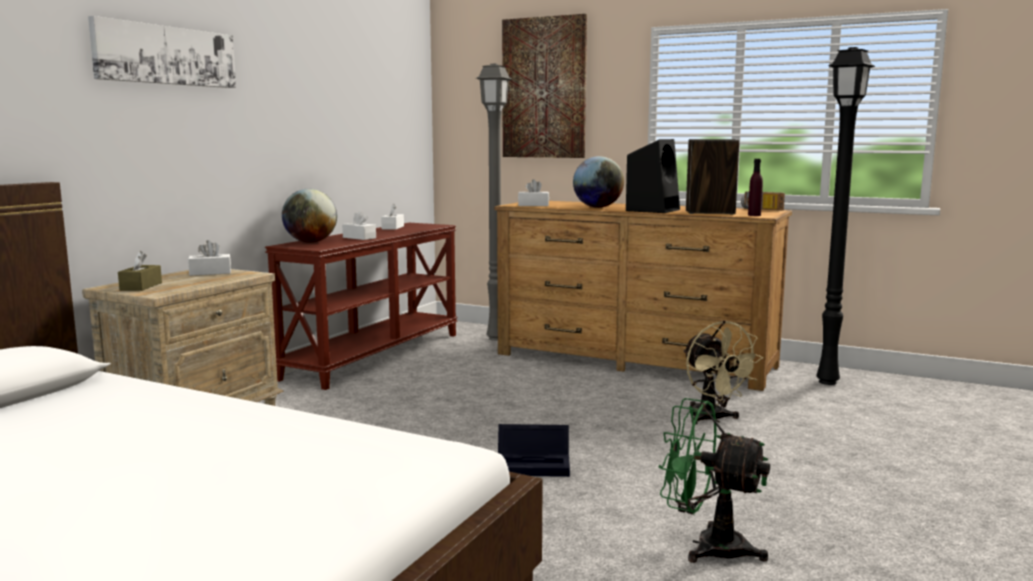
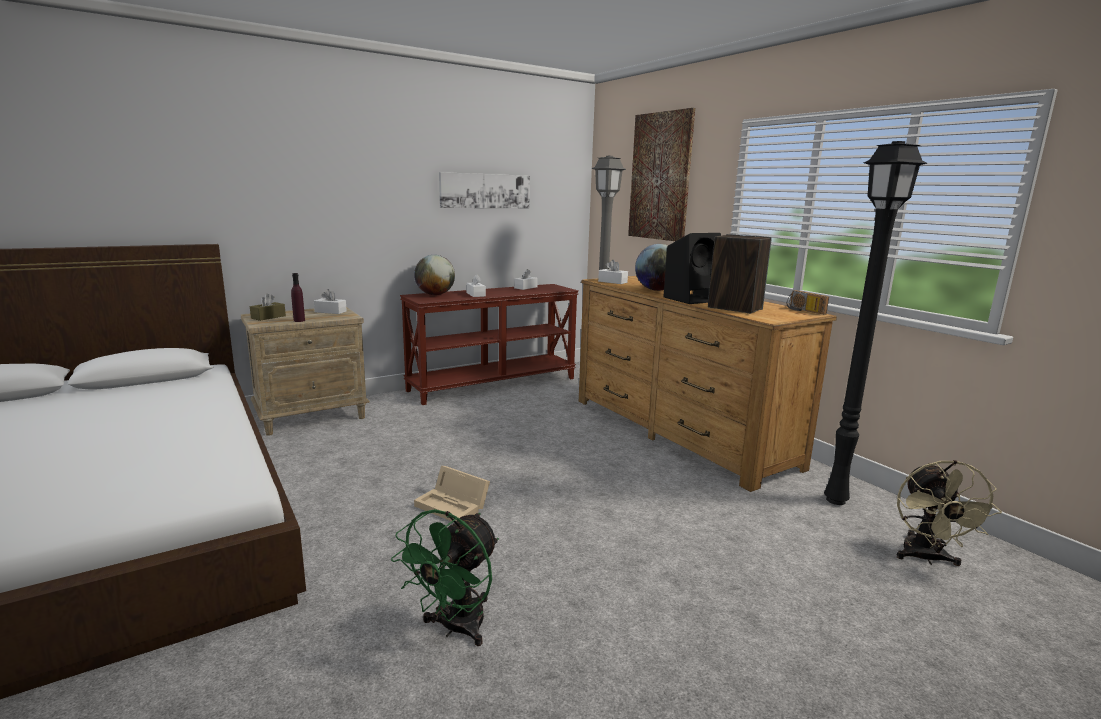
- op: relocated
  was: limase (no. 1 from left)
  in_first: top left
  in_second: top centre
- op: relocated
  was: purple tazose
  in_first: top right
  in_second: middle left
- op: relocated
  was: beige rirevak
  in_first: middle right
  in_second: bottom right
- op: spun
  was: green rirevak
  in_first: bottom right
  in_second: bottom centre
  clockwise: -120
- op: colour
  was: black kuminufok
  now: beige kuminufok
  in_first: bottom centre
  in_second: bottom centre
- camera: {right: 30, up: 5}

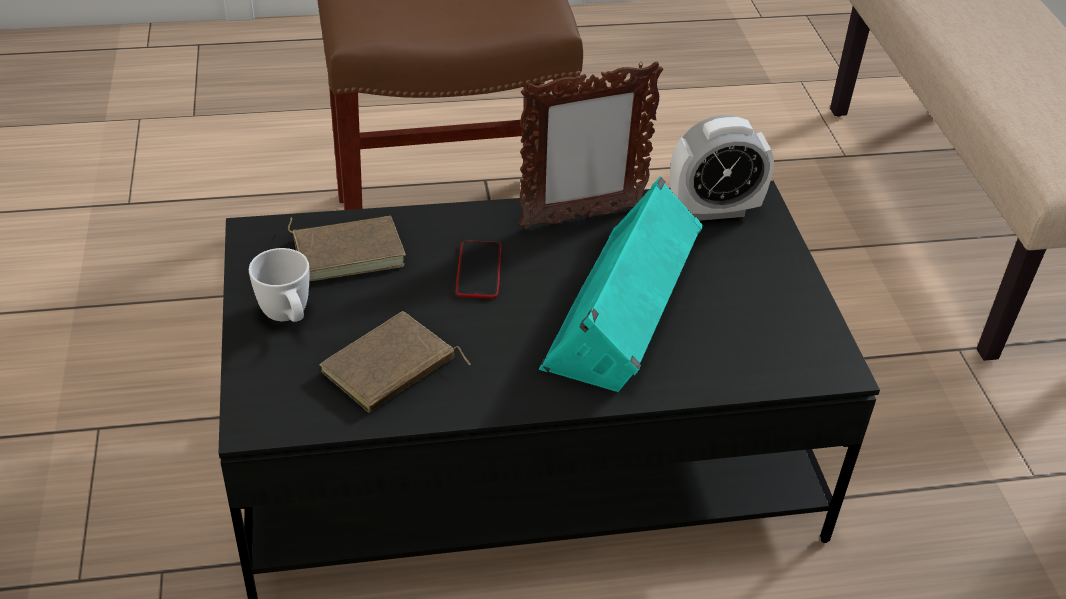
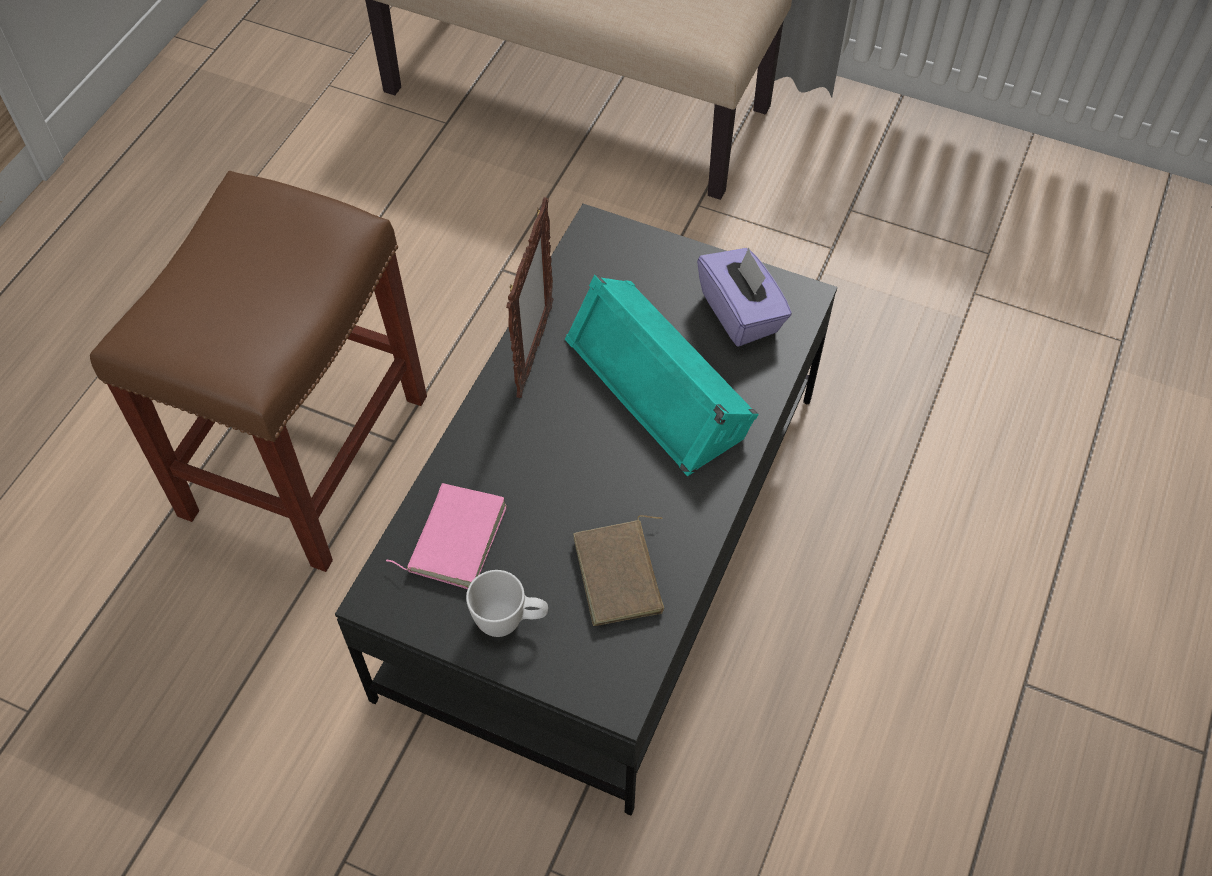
- op: missing
  was: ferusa
  in_first: top right
- op: colour
  was: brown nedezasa (no. 1 from left)
  now: pink nedezasa
  in_first: middle left
  in_second: centre
- op: missing
  was: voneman
  in_first: centre
- op: appeared
  now: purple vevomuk
  in_second: centre
- camera: {right: -55, up: 15}

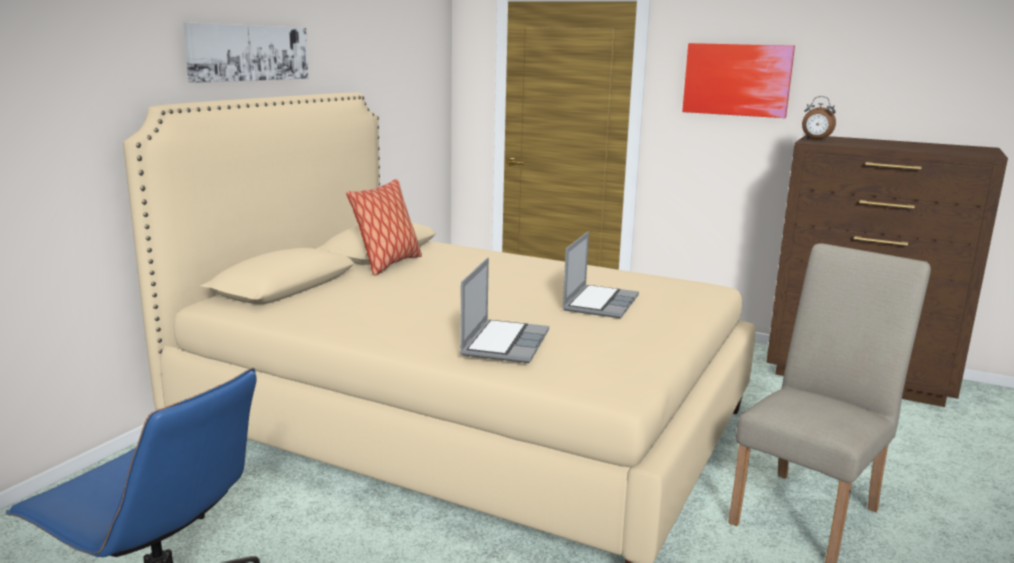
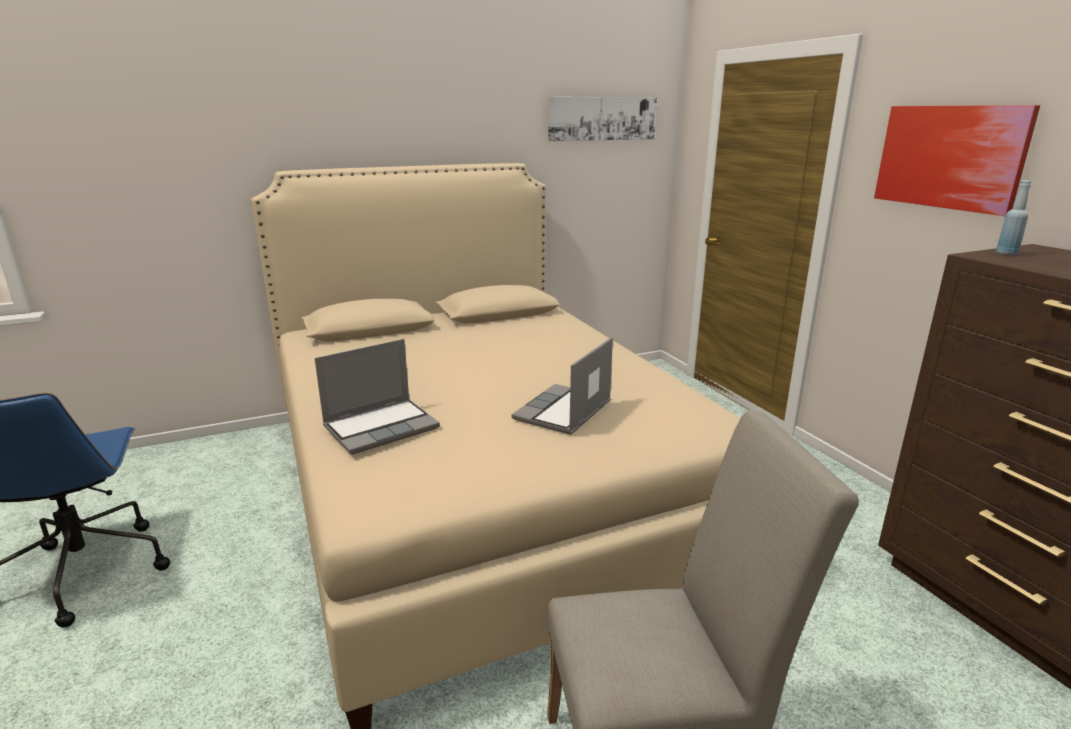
- op: relocated
  was: limase (no. 1 from left)
  in_first: top left
  in_second: top centre
- op: exchanged
  was: ferusa
  now: blue tazose
  in_first: top right
  in_second: top right
- op: missing
  was: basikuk
  in_first: centre
- op: spun
  was: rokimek (no. 2 from left)
  in_first: centre
  in_second: centre
  clockwise: 150
- camera: {right: 40, up: 5}

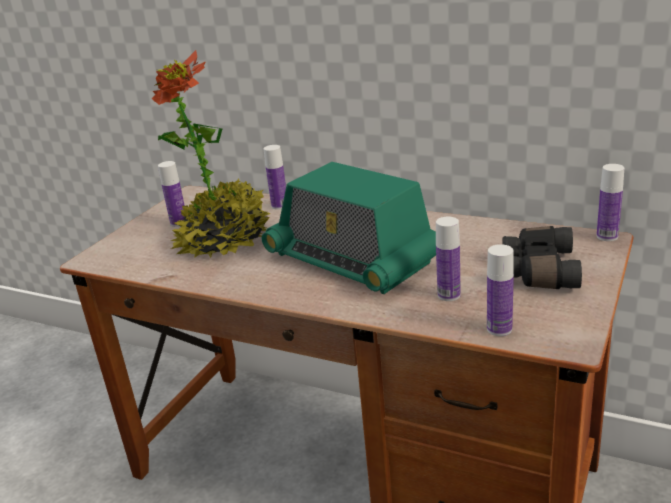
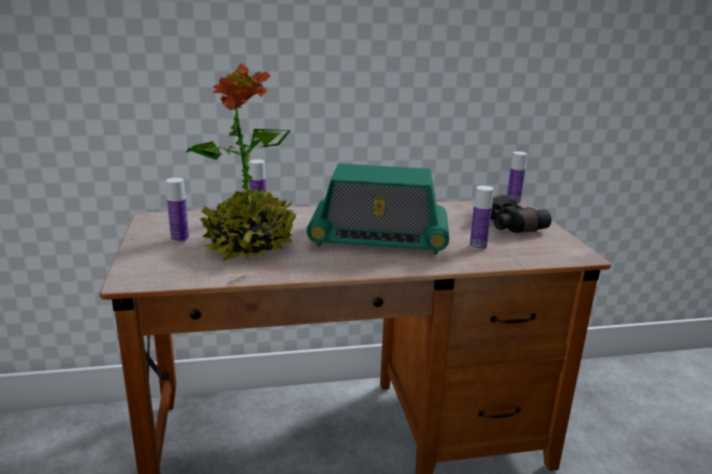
- op: missing
  was: tazose (no. 4 from left)
  in_first: middle right
- camera: {right: -40, up: -5}

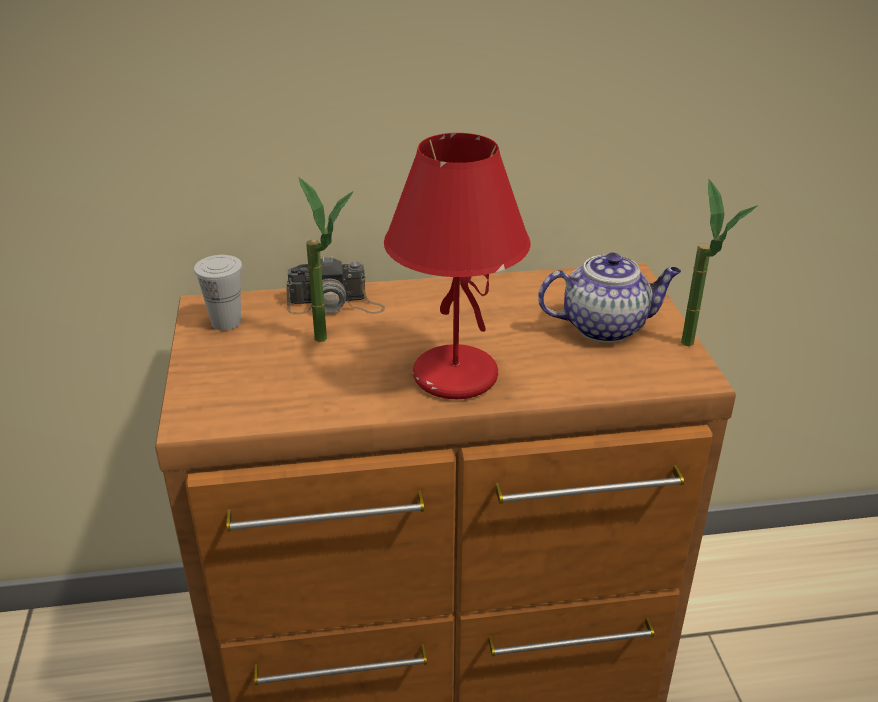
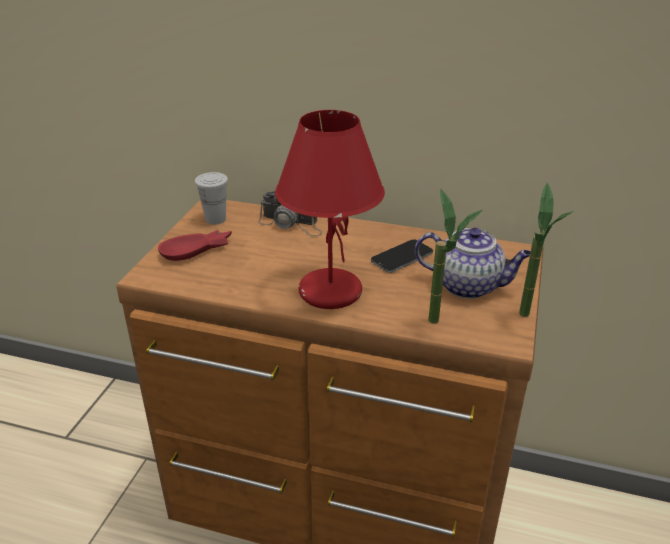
- op: relocated
  was: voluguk (no. 1 from left)
  in_first: centre
  in_second: middle right
- op: appeared
  now: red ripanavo
  in_second: middle left
- op: appeared
  now: voneman
  in_second: centre
- camera: {right: 25, up: 0}

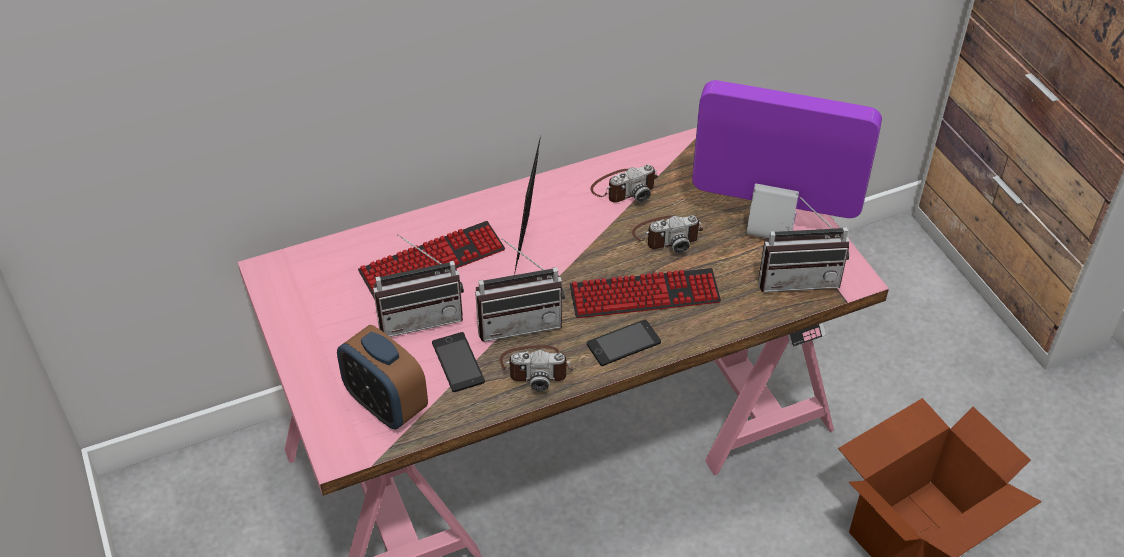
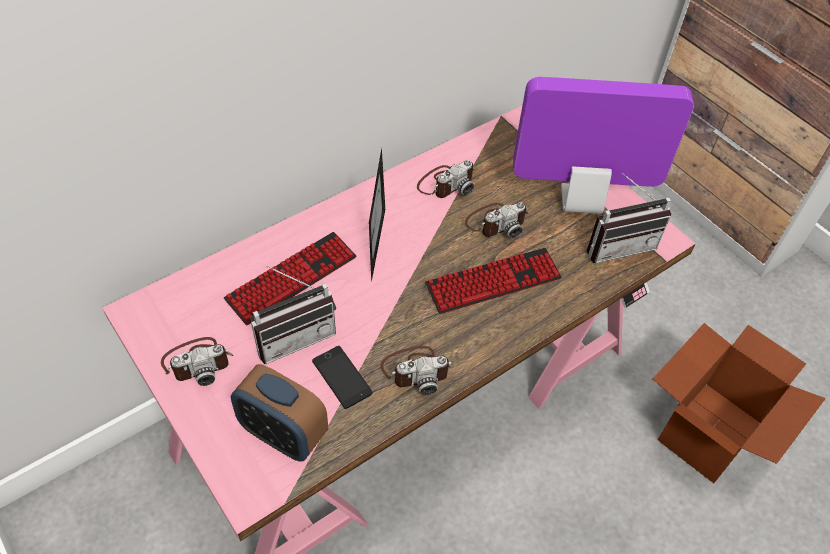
- op: missing
  was: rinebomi (no. 2 from left)
  in_first: centre
- op: missing
  was: voneman (no. 2 from left)
  in_first: centre
- op: appeared
  now: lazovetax (no. 1 from left)
  in_second: middle left
- camera: {right: -15, up: 5}

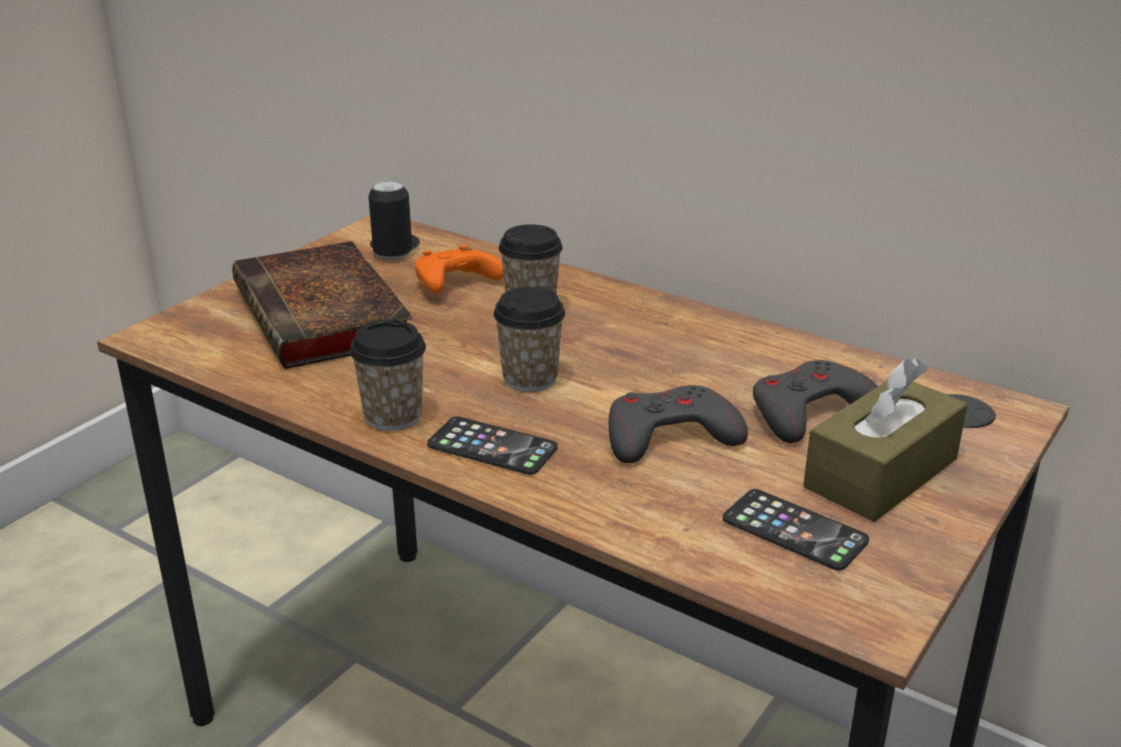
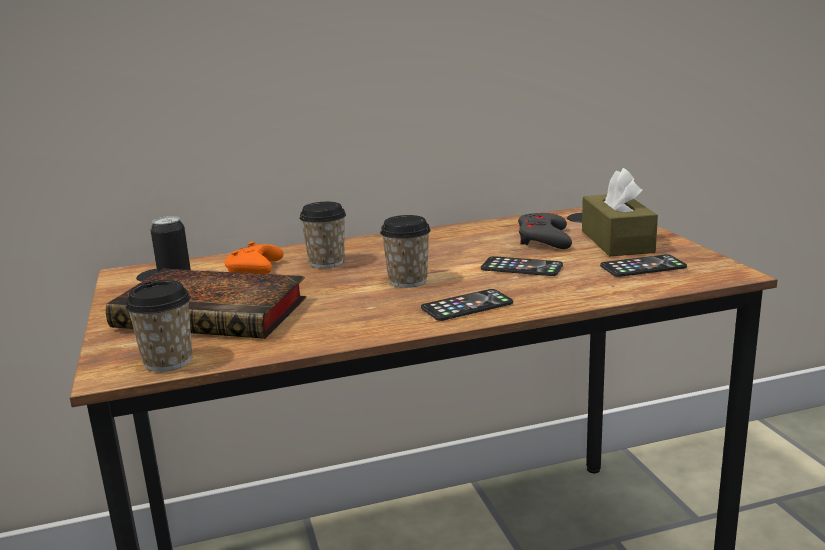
- op: relocated
  was: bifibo (no. 1 from left)
  in_first: centre
  in_second: middle left
- op: exchanged
  was: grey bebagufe (no. 1 from left)
  now: voneman (no. 2 from left)
  in_first: centre
  in_second: centre
- camera: {right: -50, up: -10}

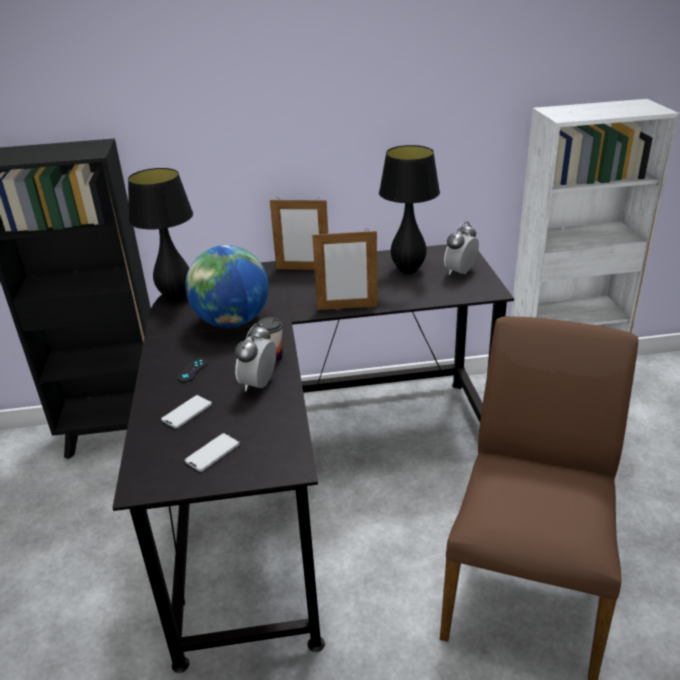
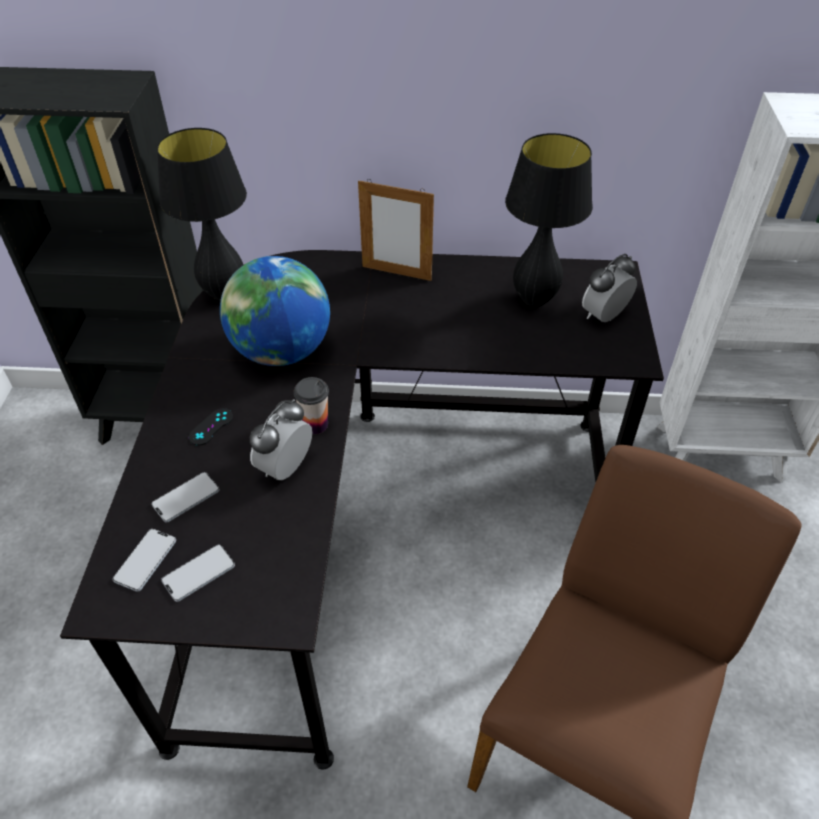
- op: missing
  was: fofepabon (no. 2 from left)
  in_first: centre
- op: appeared
  now: voneman (no. 1 from left)
  in_second: bottom left
- camera: {right: 10, up: 15}

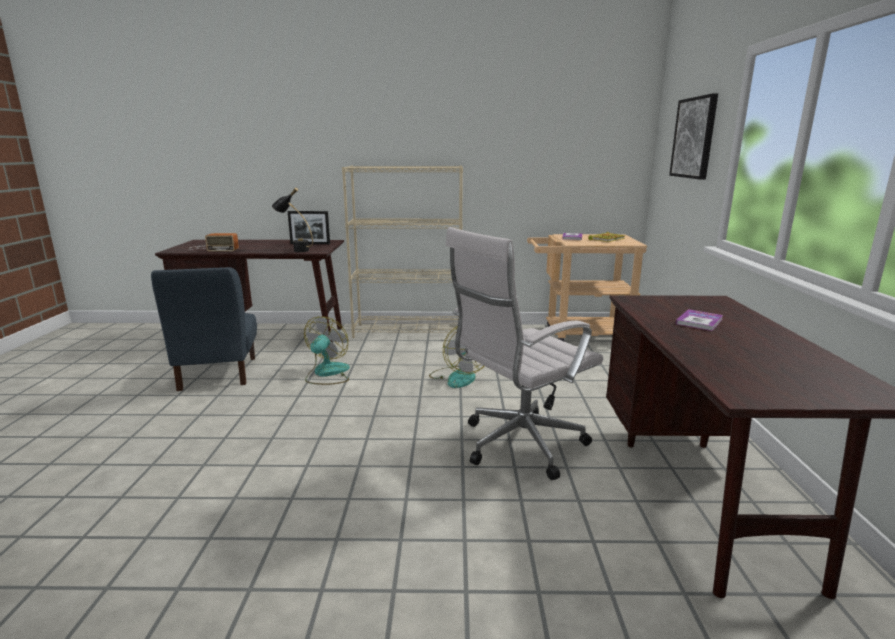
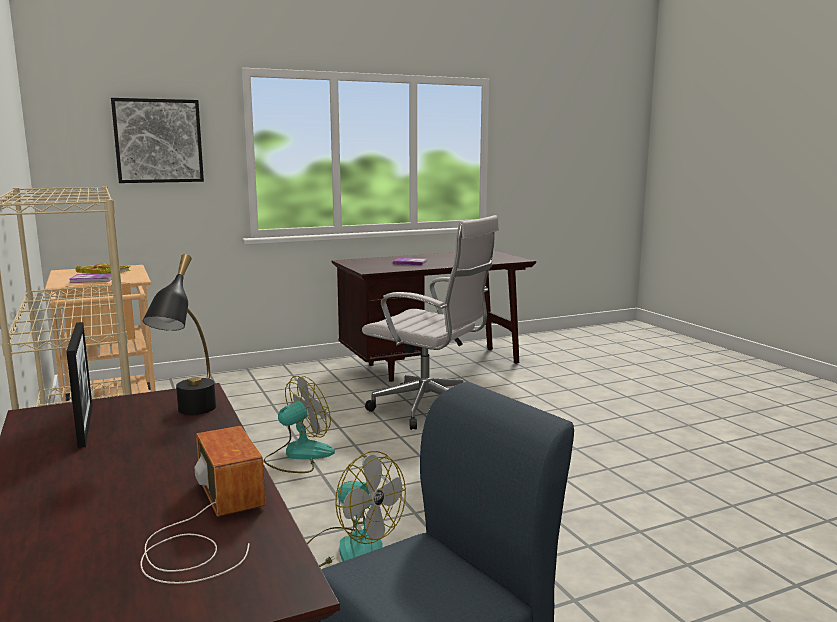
- op: spun
  was: rirevak (no. 1 from left in the first image)
  in_first: centre
  in_second: bottom centre
  clockwise: -135
- camera: {right: -115, up: -5}

